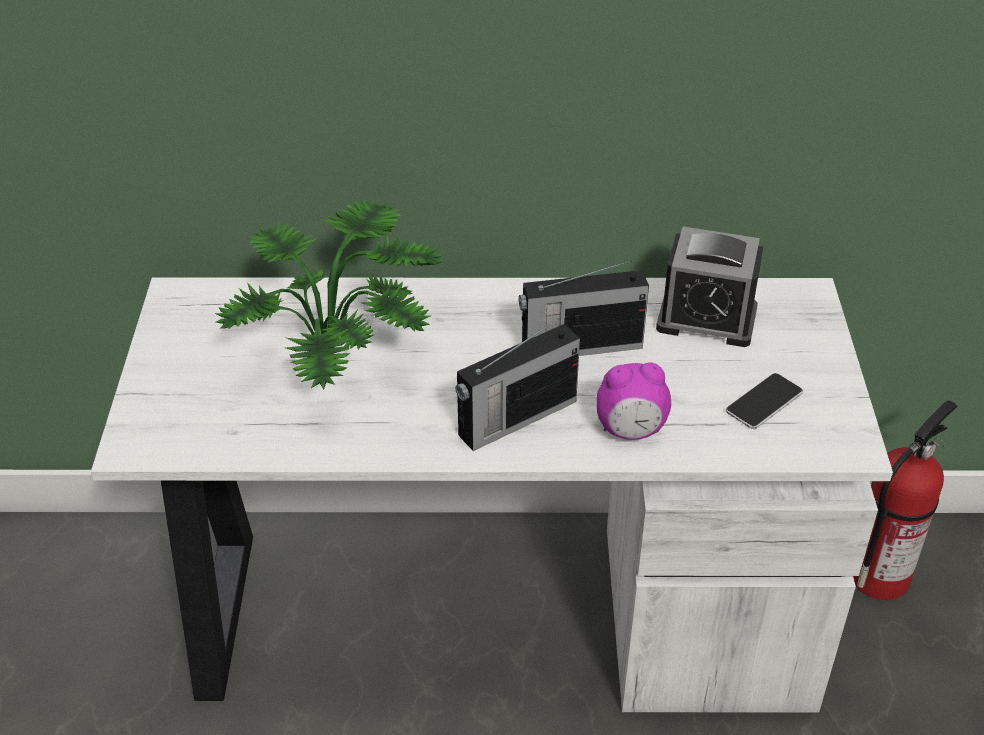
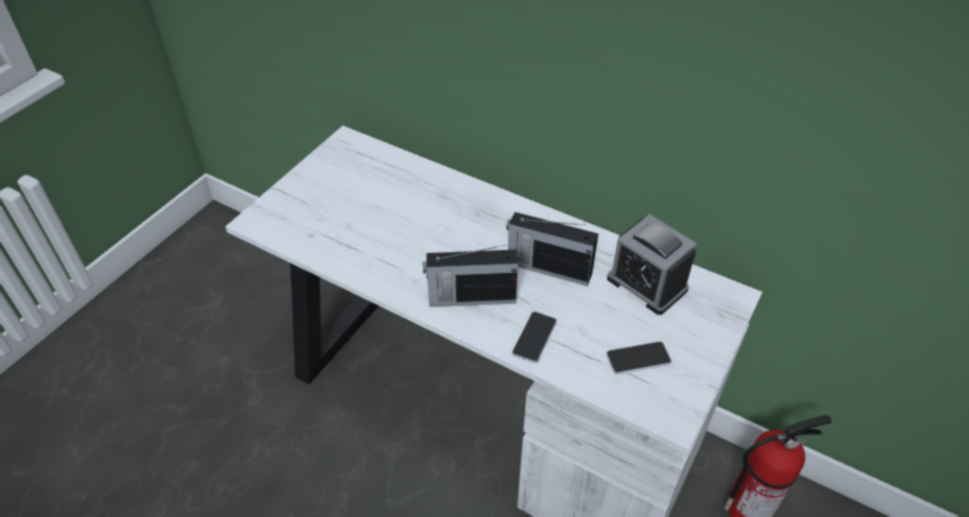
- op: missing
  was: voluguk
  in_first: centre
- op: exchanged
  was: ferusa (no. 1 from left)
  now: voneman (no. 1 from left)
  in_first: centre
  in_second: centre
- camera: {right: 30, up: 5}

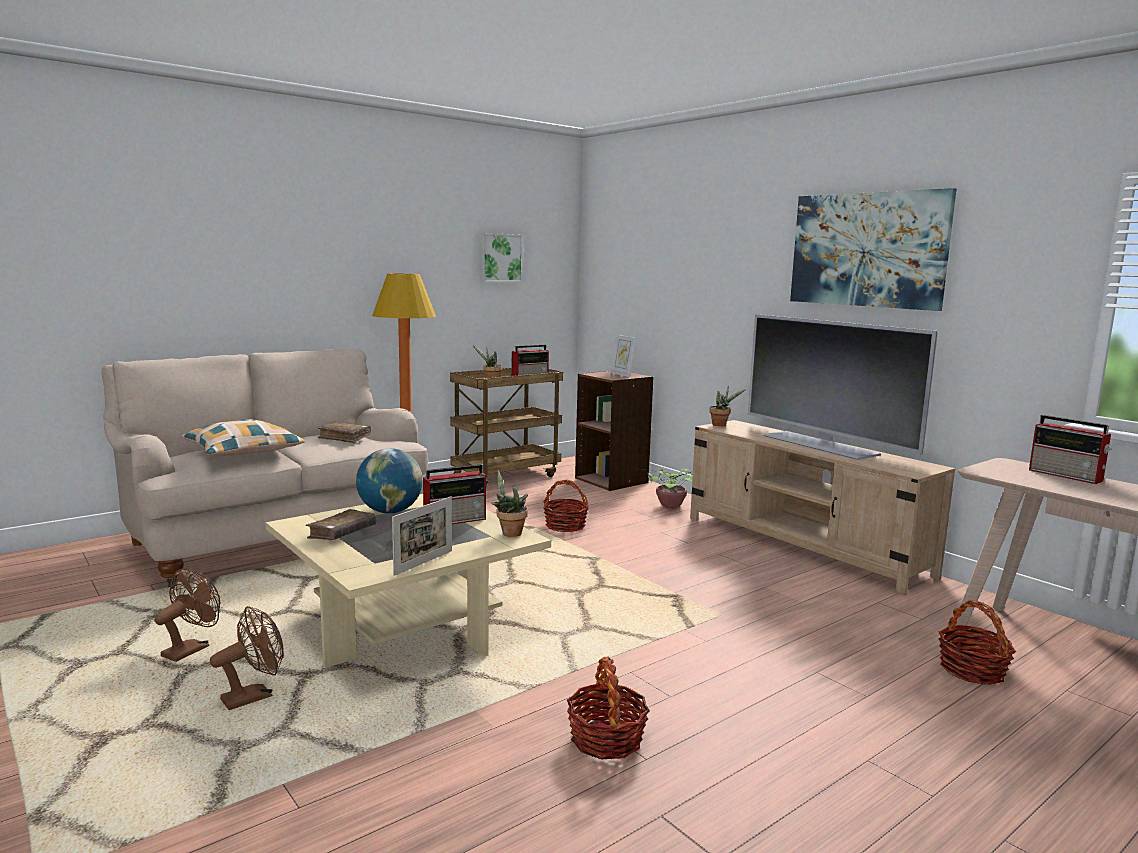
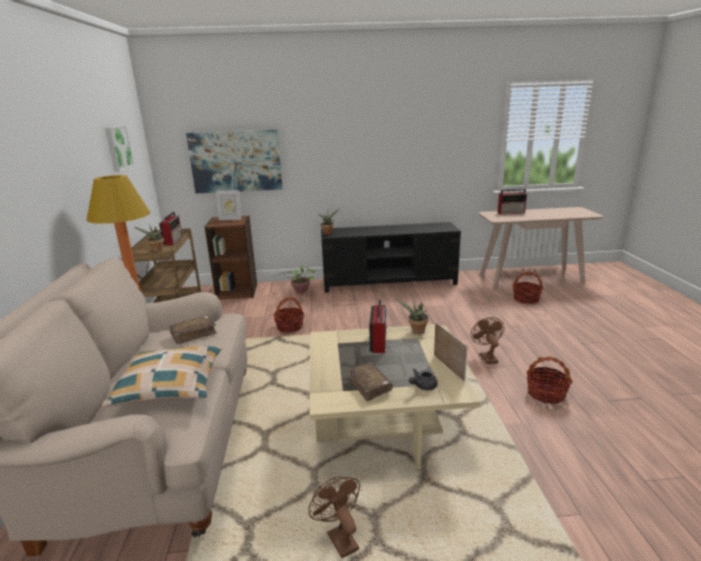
- op: relocated
  was: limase (no. 2 from left)
  in_first: top right
  in_second: top centre
- op: missing
  was: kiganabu
  in_first: middle right
- op: colour
  was: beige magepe
  now: black magepe
  in_first: middle right
  in_second: centre
- op: missing
  was: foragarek
  in_first: centre
- op: relocated
  was: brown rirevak (no. 2 from left)
  in_first: bottom left
  in_second: middle right
- op: appeared
  now: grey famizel
  in_second: bottom centre
- camera: {right: -55, up: 10}

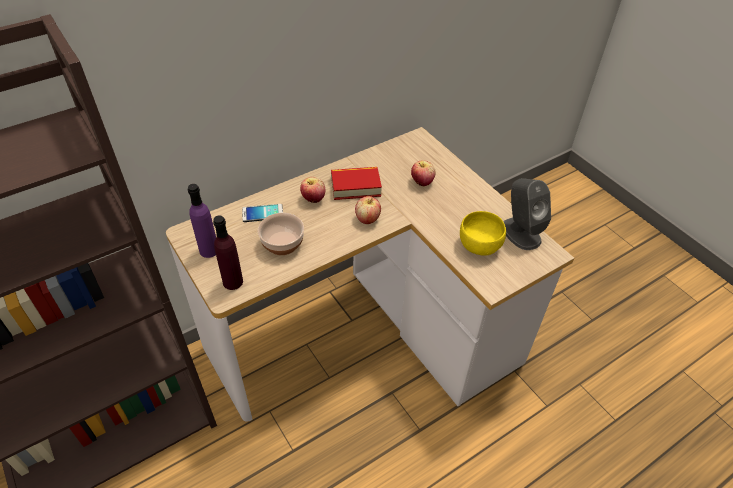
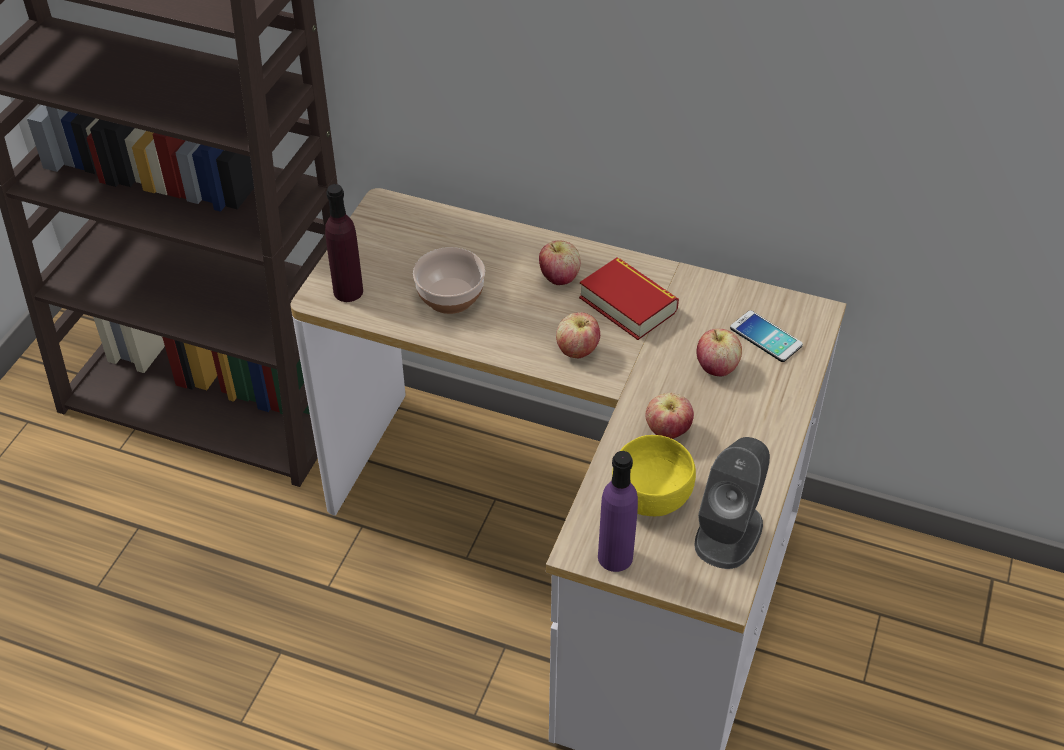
- op: relocated
  was: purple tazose (no. 1 from left in the first image)
  now: purple tazose (no. 2 from left)
  in_first: middle left
  in_second: bottom centre
- op: relocated
  was: voneman
  in_first: centre
  in_second: middle right
- op: appeared
  now: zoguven (no. 3 from left)
  in_second: centre
- camera: {right: 55, up: 0}

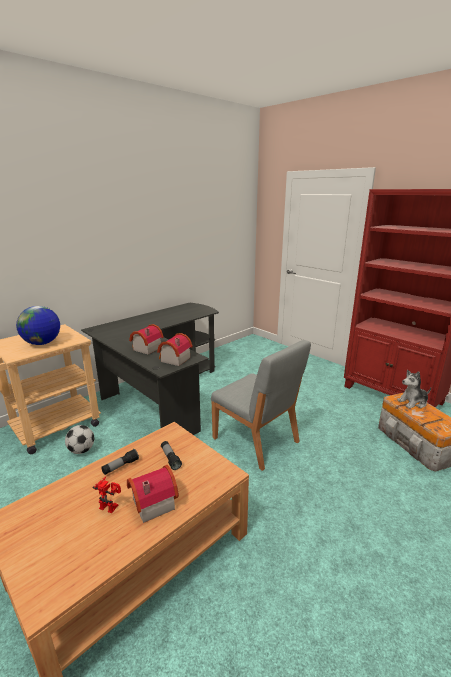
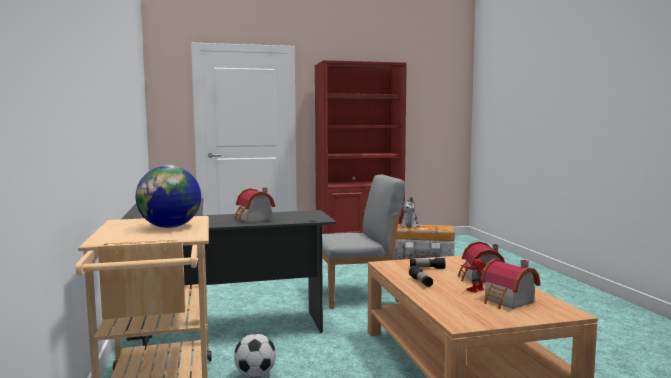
- op: relocated
  was: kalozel (no. 3 from left)
  in_first: centre
  in_second: bottom right
- camera: {right: -60, up: -15}

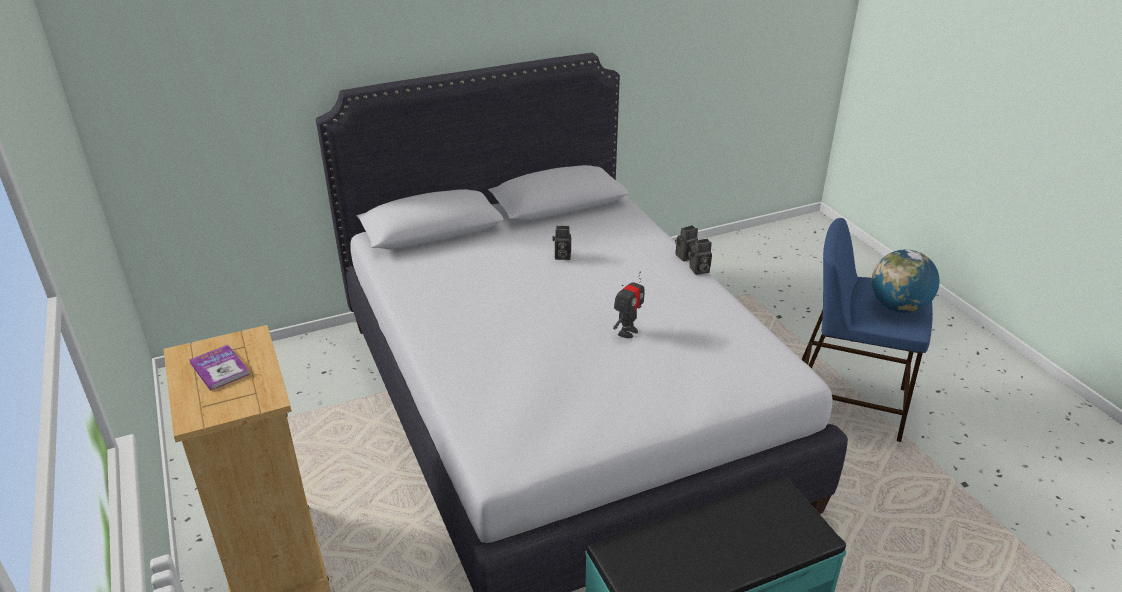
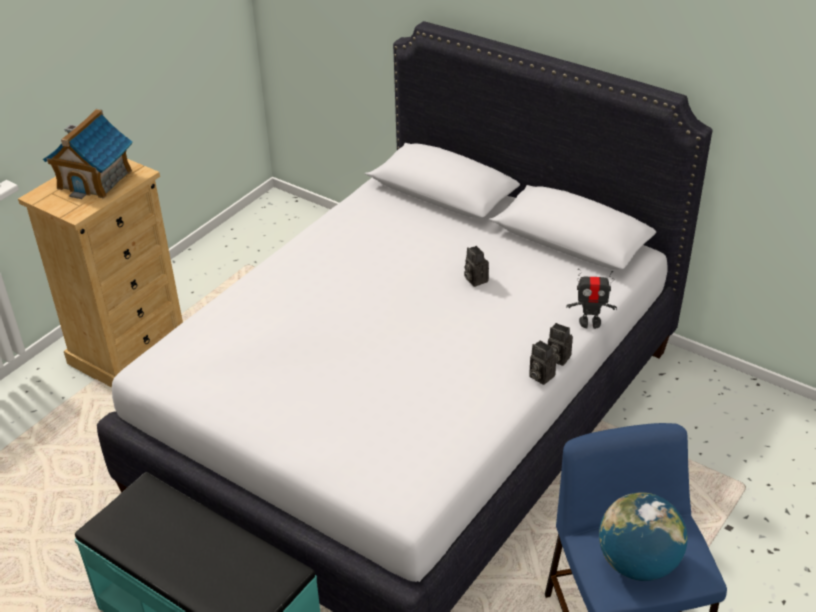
- op: relocated
  was: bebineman
  in_first: centre
  in_second: middle right
- op: exchanged
  was: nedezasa
  now: kalozel
  in_first: middle left
  in_second: top left
- camera: {right: 60, up: 5}

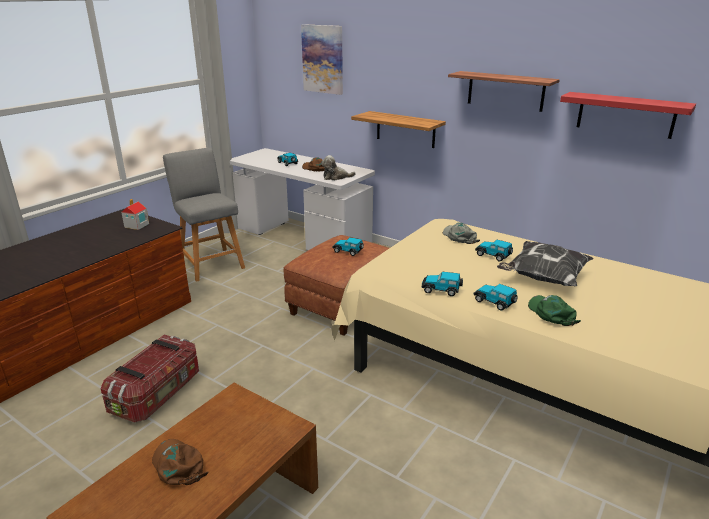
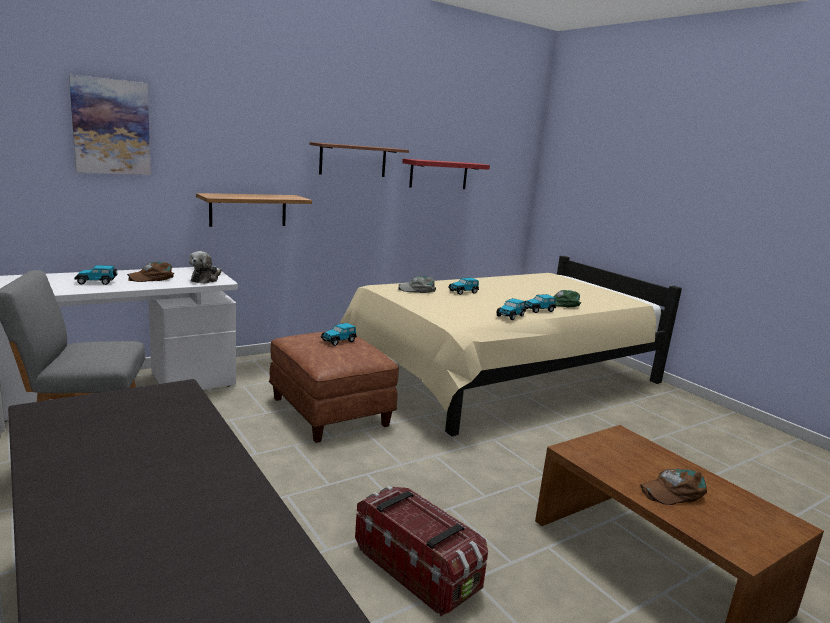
- op: missing
  was: kalozel
  in_first: middle left
- op: missing
  was: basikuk
  in_first: middle right
- camera: {right: -70, up: -10}

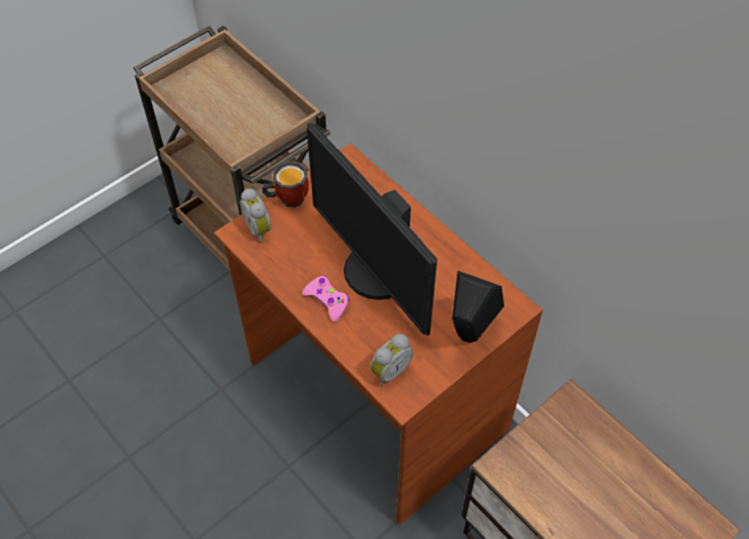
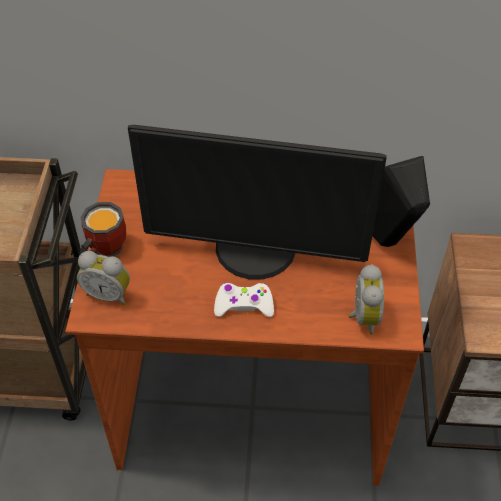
- op: colour
  was: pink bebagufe
  now: white bebagufe
  in_first: centre
  in_second: centre
- camera: {right: -45, up: -5}

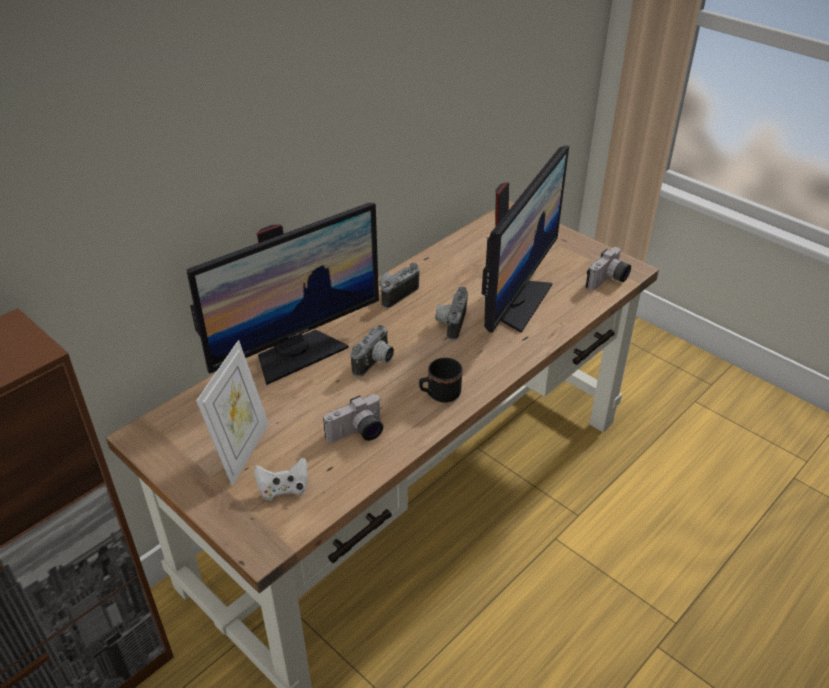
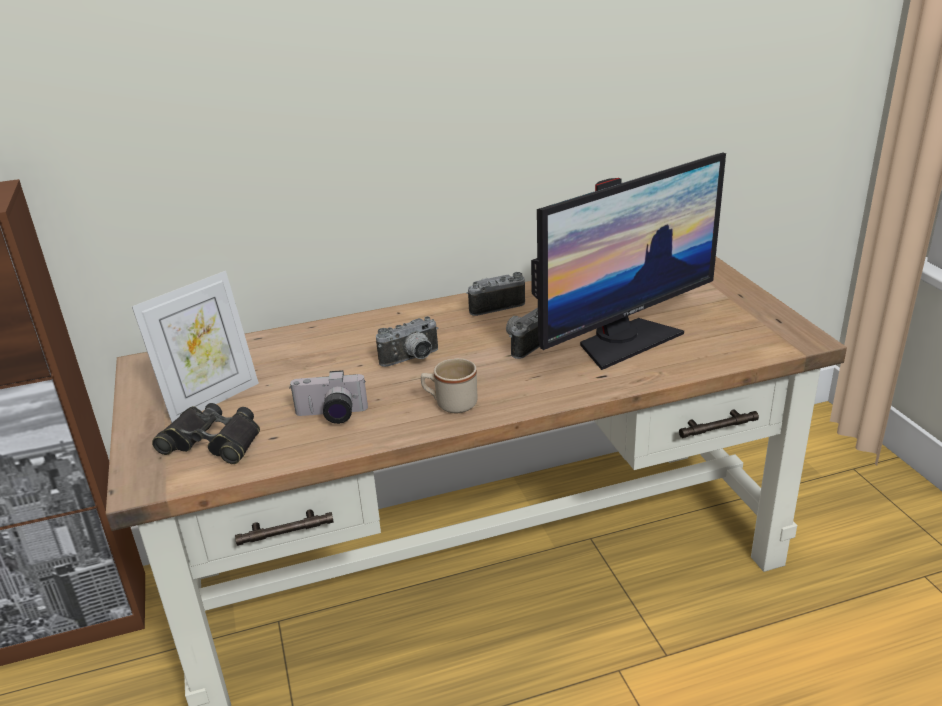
- op: missing
  was: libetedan (no. 1 from left)
  in_first: centre
- op: missing
  was: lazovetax (no. 5 from left)
  in_first: middle right
- op: colour
  was: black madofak
  now: beige madofak
  in_first: centre
  in_second: centre
- op: exchanged
  was: white bebagufe
  now: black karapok
  in_first: bottom centre
  in_second: middle left
- camera: {right: 30, up: -10}

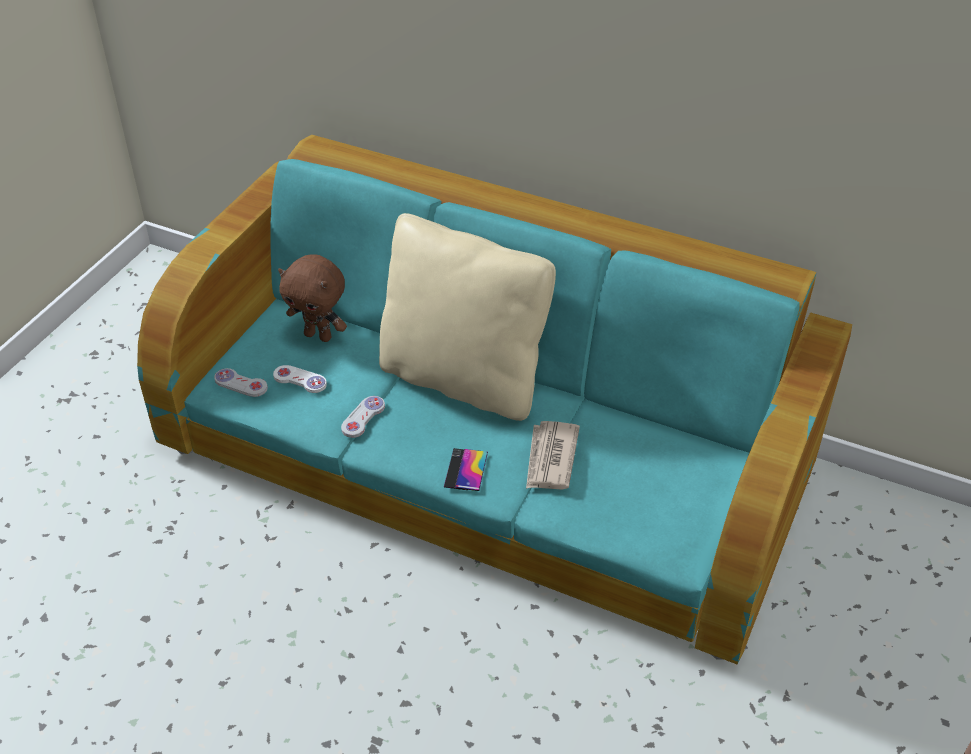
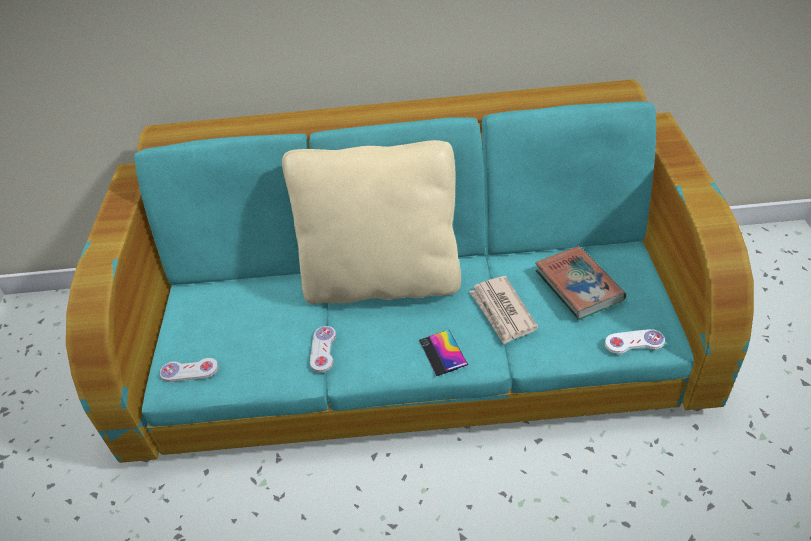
- op: missing
  was: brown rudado
  in_first: middle left
- op: relocated
  was: white bebagufe (no. 2 from left in the first image)
  now: white bebagufe (no. 3 from left)
  in_first: middle left
  in_second: middle right
- op: appeared
  now: nedezasa
  in_second: middle right
- camera: {right: -25, up: 0}

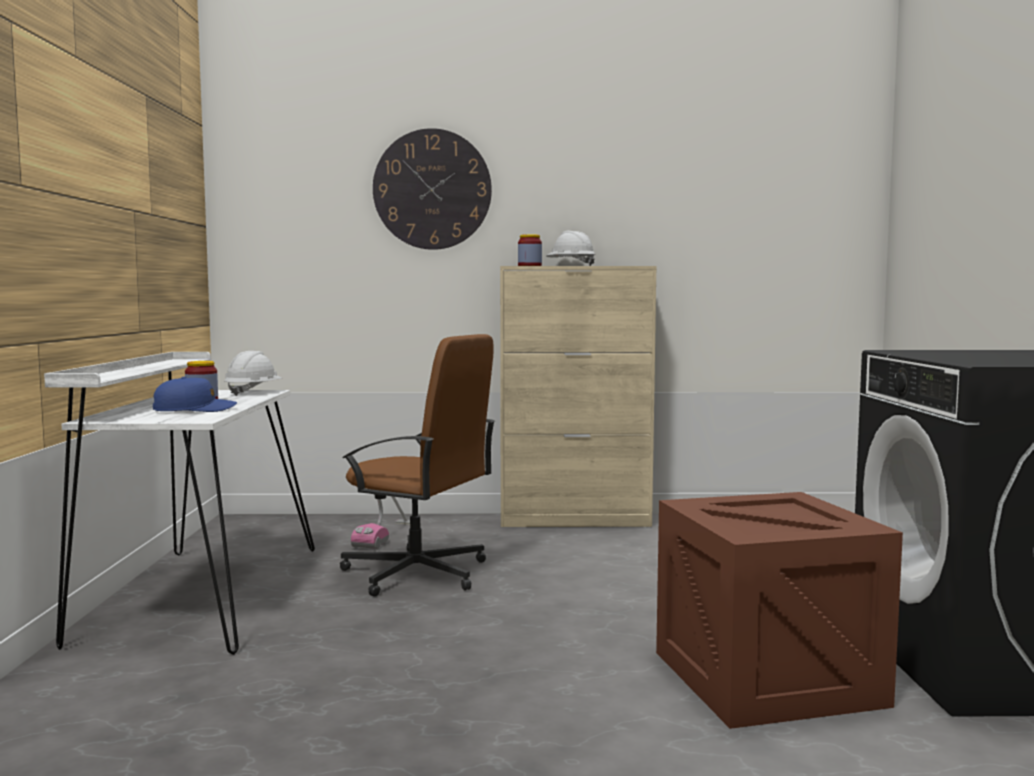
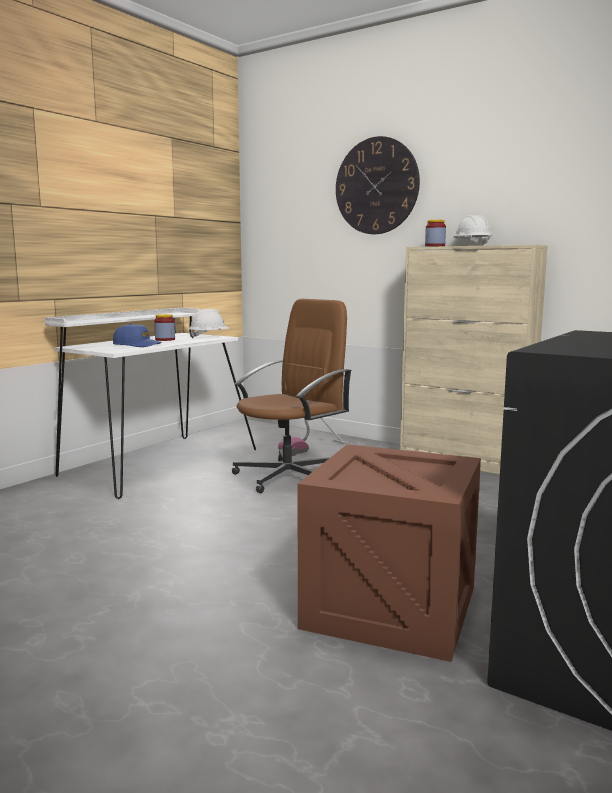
- op: spun
  was: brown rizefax
  in_first: centre
  in_second: centre
  clockwise: -105
- camera: {right: 35, up: 5}

